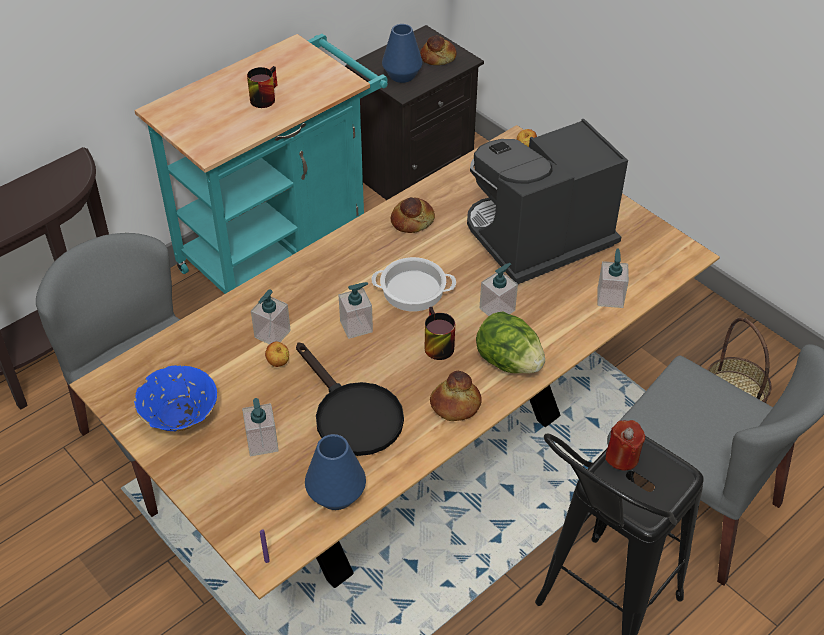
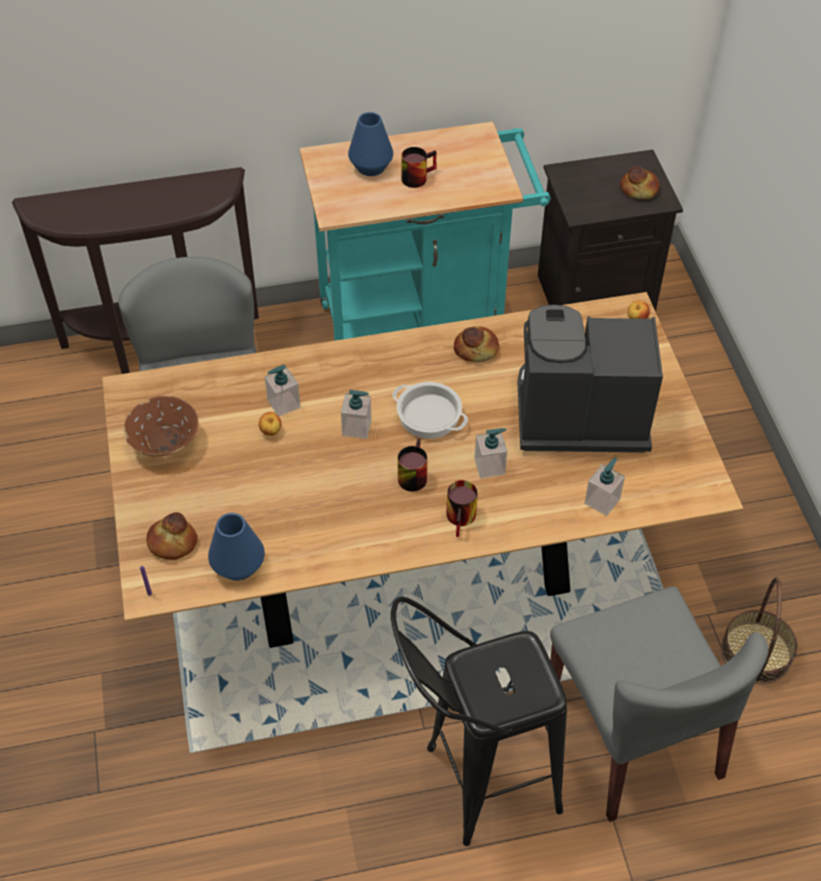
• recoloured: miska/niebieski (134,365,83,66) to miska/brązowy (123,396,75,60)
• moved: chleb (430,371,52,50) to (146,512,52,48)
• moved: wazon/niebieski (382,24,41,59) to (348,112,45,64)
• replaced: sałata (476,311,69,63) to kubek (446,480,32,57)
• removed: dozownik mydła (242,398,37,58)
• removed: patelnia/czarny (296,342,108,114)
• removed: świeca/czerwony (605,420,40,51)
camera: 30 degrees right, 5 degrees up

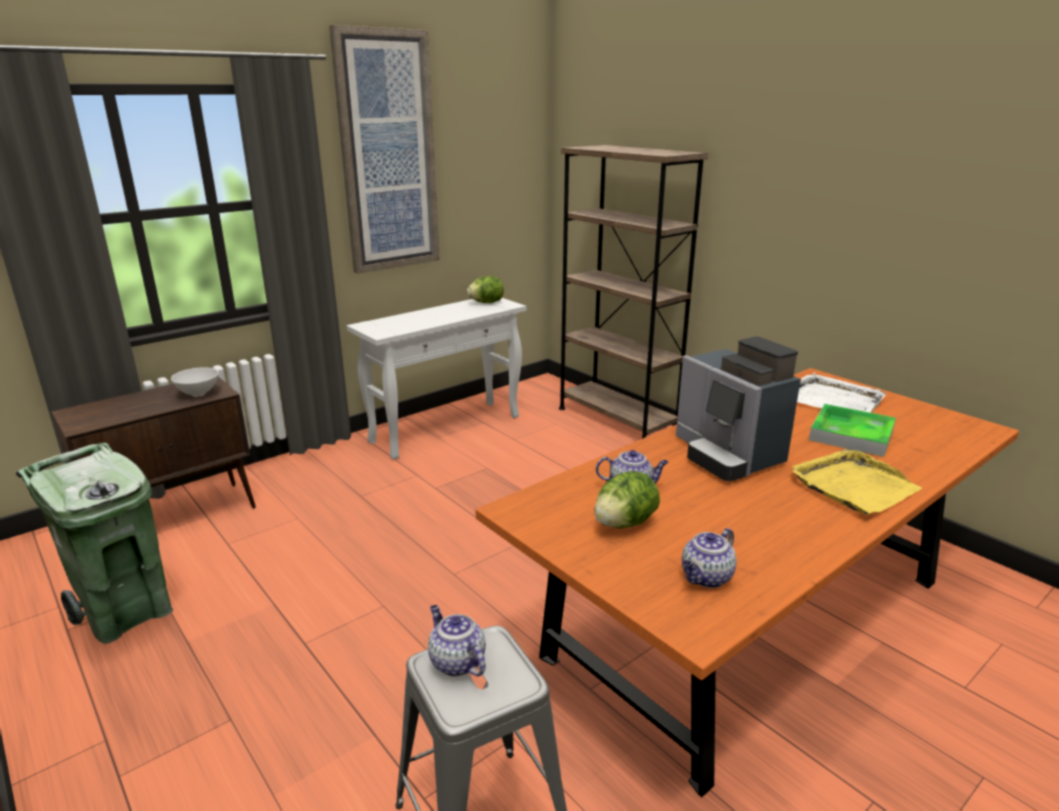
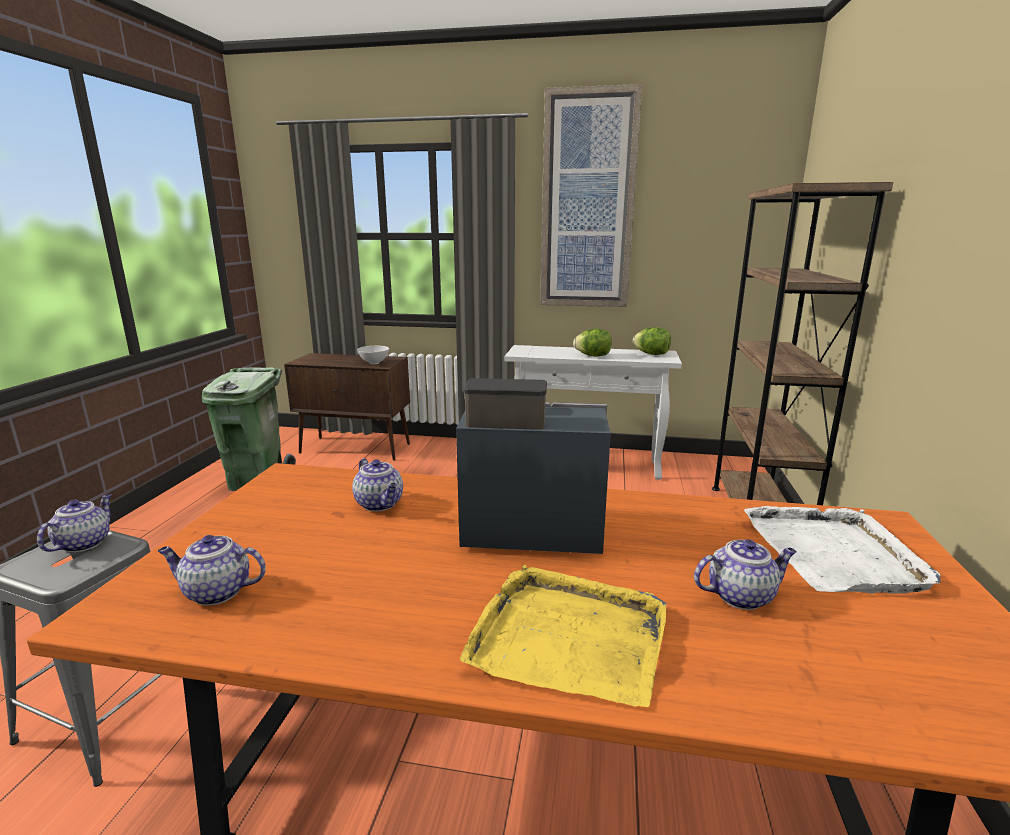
• turned: ekspres do kawy (676,336,125,145) = (456,378,155,176) 75 degrees clockwise
• moved: sałata (594,471,66,58) to (573,329,39,27)
• replaced: taca (809,404,87,53) to imbryk (694,539,103,71)
camera: 50 degrees right, 5 degrees down

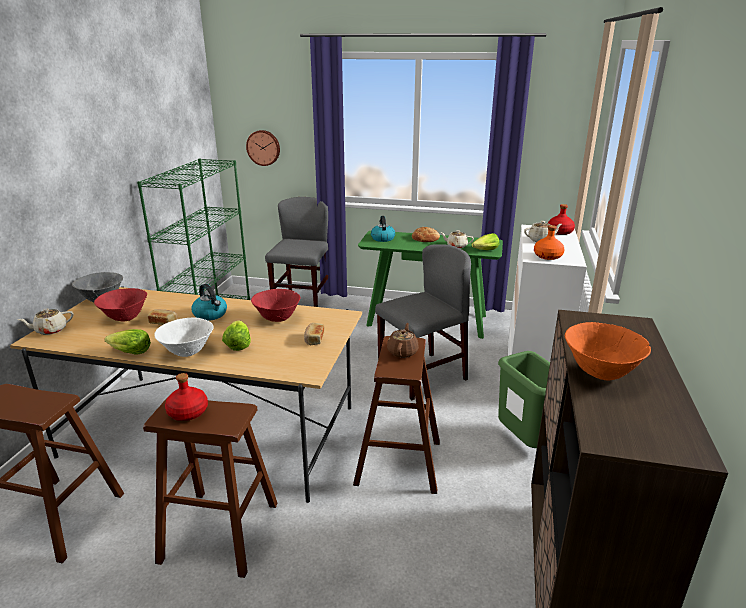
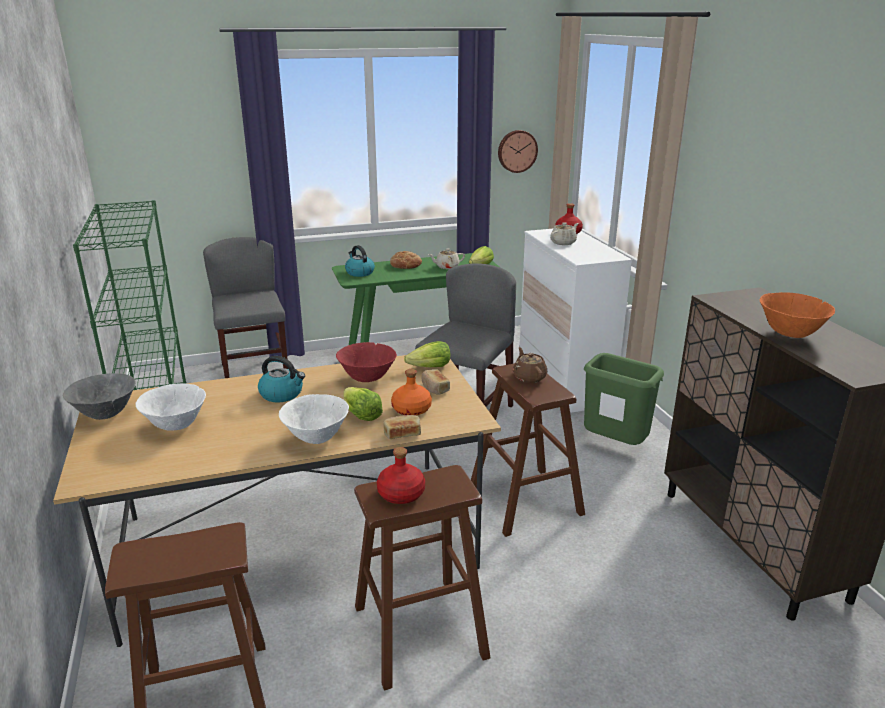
• recoloured: miska/czerwony (94,288,53,34) to miska/biały (135,383,71,47)
• moved: chleb (148,309,30,16) to (383,415,38,24)
• moved: butelka/pomarańczowy (534,225,31,35) to (391,369,41,47)
• moved: sałata (104,329,47,25) to (404,341,47,26)
• moved: zegar ścienny (246,130,34,36) to (498,130,40,43)
• removed: imbryk/beżowy (18,308,56,27)
camera: 30 degrees left, 0 degrees up

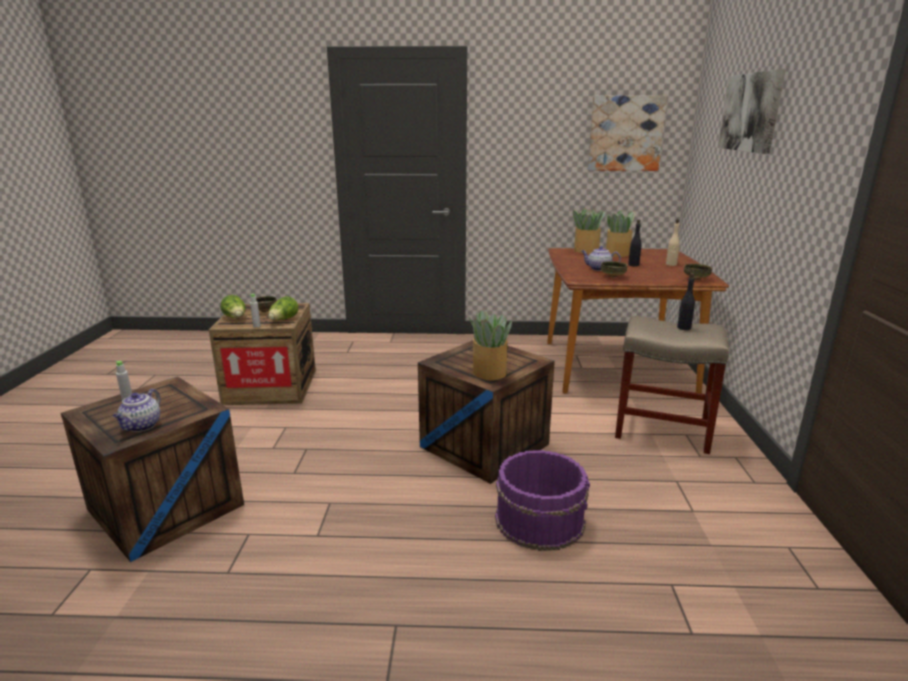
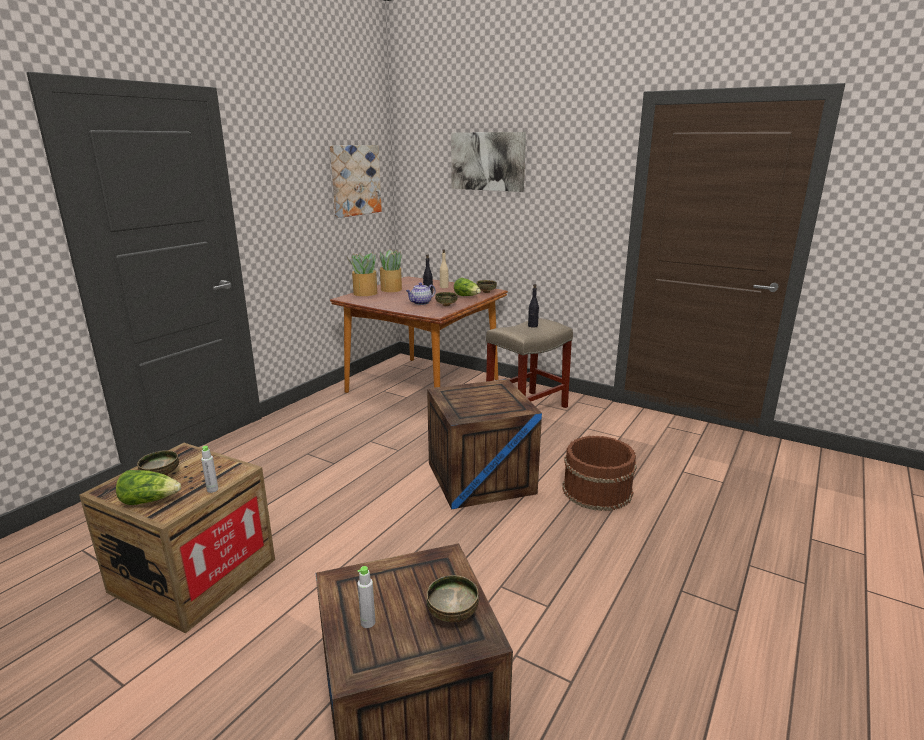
• replaced: imbryk (113,389,48,43) to miska (427,575,52,47)
• moved: sałata (268,296,30,24) to (454,278,27,18)
• recoloured: wiadro/fioletowy (495,450,95,101) to wiadro/brązowy (562,436,75,75)
• removed: roślina doniczkowa (468,309,44,71)
camera: 60 degrees left, 0 degrees up

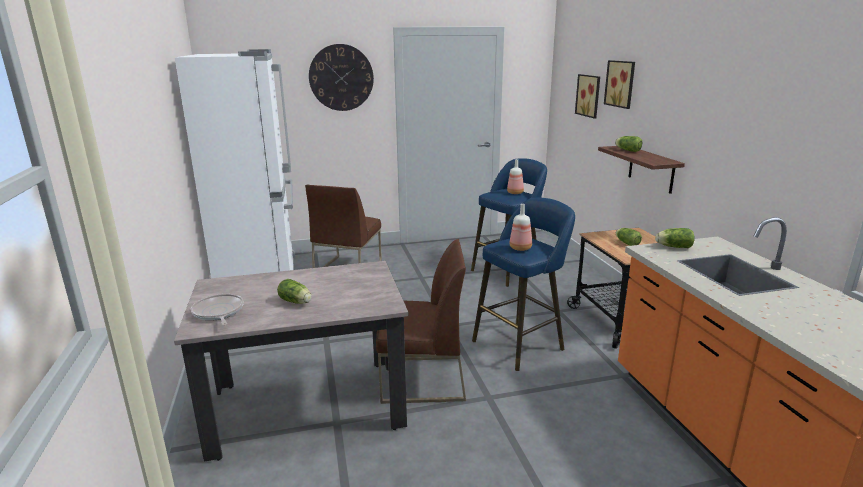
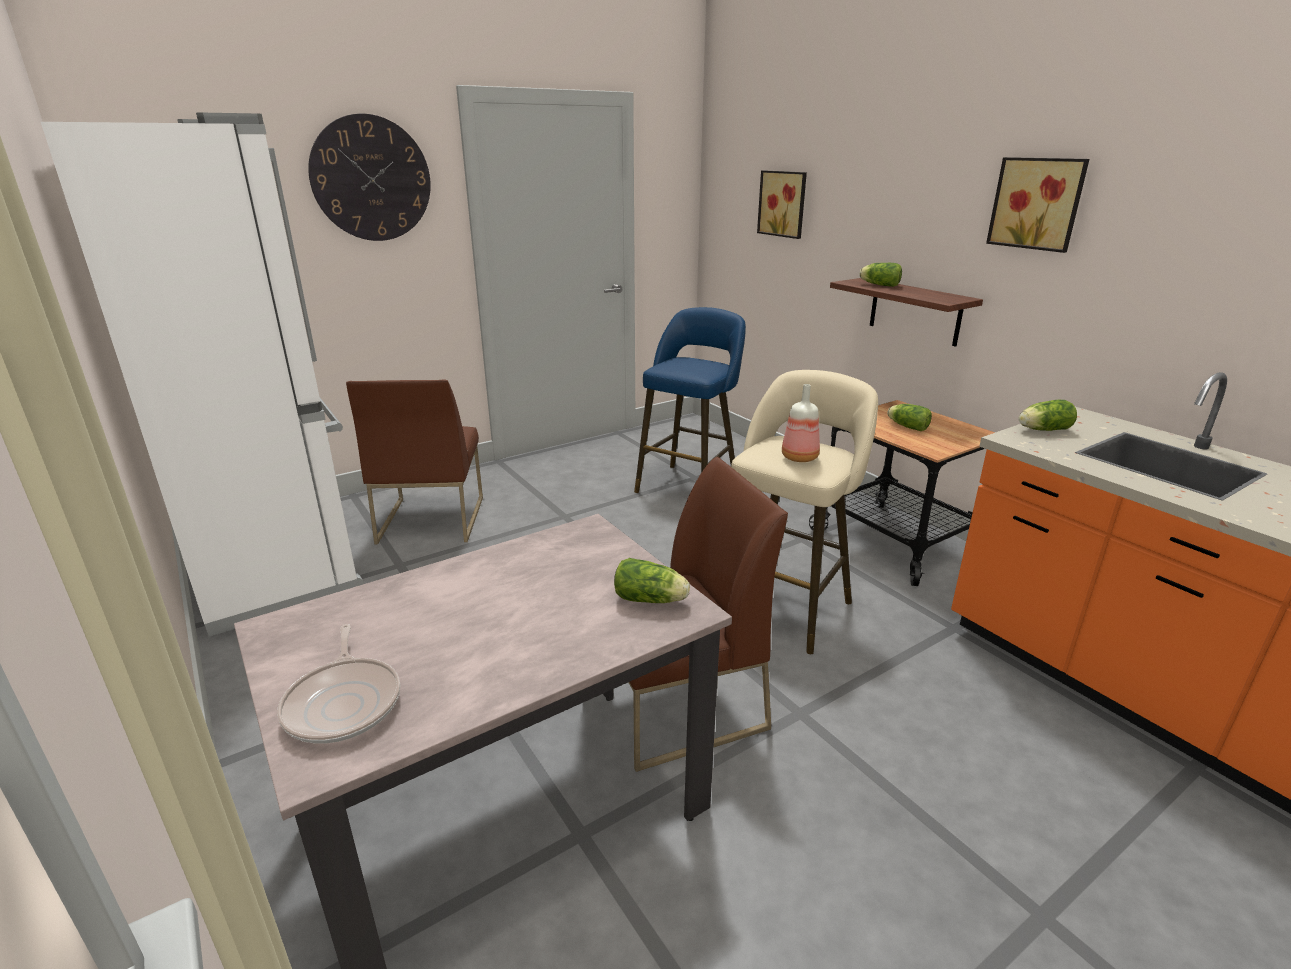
• turned: patelnia (191,294,53,31) = (277,624,123,120) 150 degrees counterclockwise
• moved: sałata (277,279,35,25) to (614,558,76,45)
• recoloured: stołek/niebieski (472,198,103,173) to stołek/beżowy (731,370,147,284)
• moved: obraz (604,60,31,49) to (986,157,103,96)
• removed: butelka (507,159,17,35)
camera: 20 degrees left, 5 degrees up

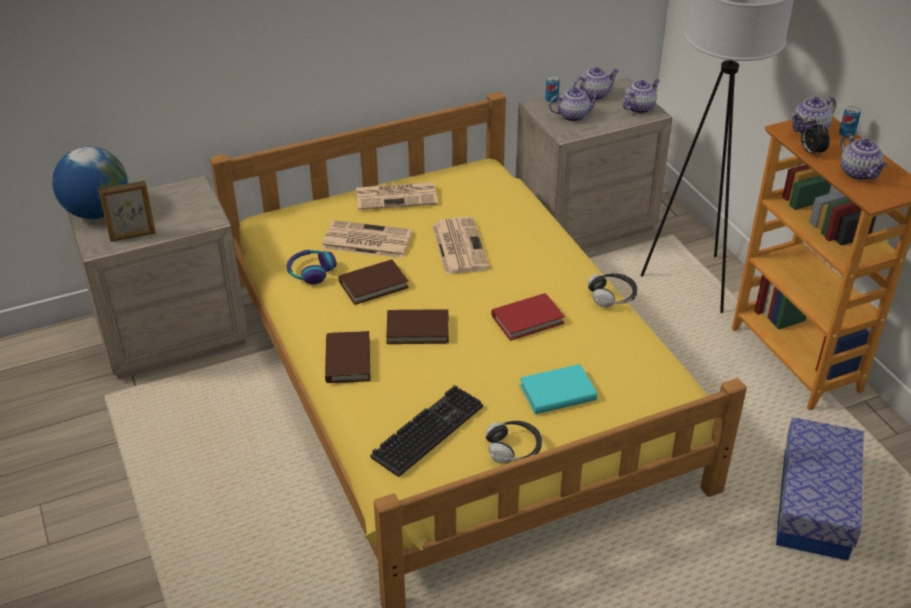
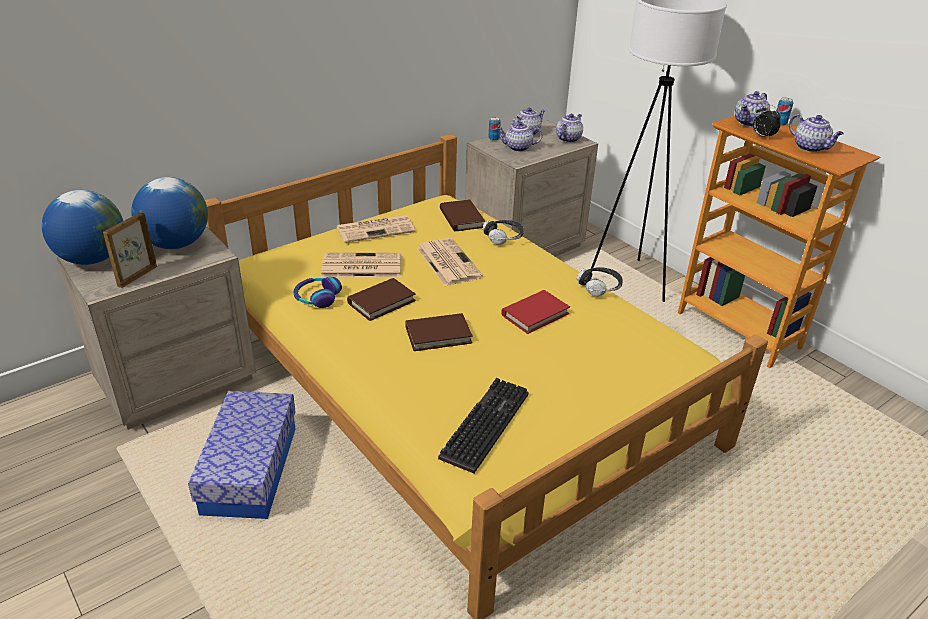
• turned: ramka na zdjęcie (98,181,58,61) = (103,212,54,76) 150 degrees clockwise
• added: globus (131,177,77,72)
• moved: pojemnik do przechowywania (776,417,88,144) to (188,391,108,128)
• moved: książka/brązowy (325,331,45,52) to (440,199,45,32)
• moved: słuchawki (485,421,57,43) to (482,220,42,25)
• turned: imbryk (549,88,51,33) = (497,122,46,30) 150 degrees counterclockwise
• removed: książka/turkusowy (520,364,77,50)
camera: 15 degrees left, 5 degrees down

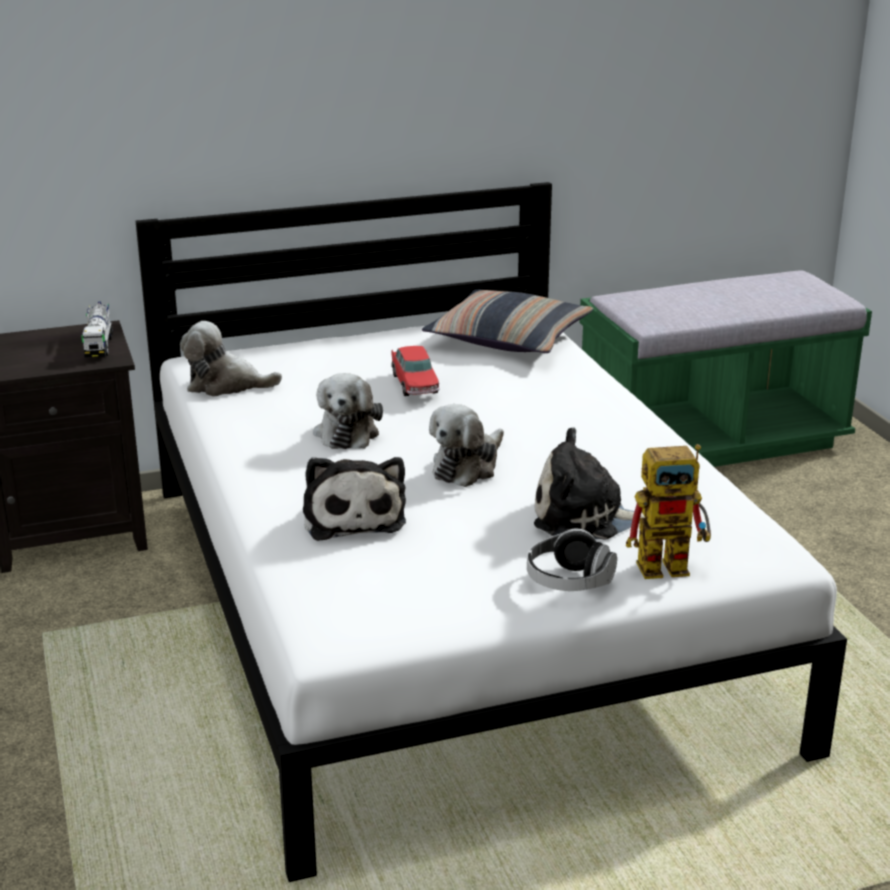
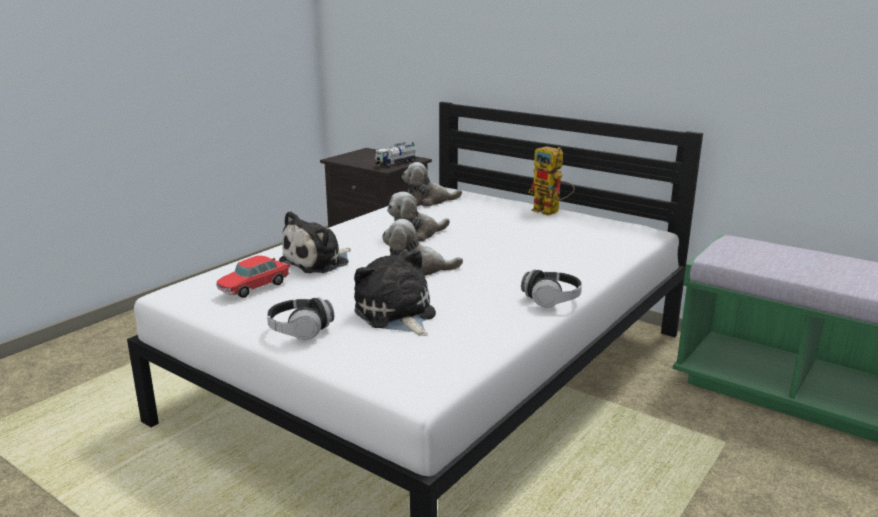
• moved: samochodzik (391,346,49,50) to (216,255,74,43)
• turned: pluszak (180,321,102,75) = (402,162,60,44) 75 degrees counterclockwise
• added: słuchawki (521,269,61,38)
• moved: robot zabawkowy (626,444,85,135) to (528,146,47,70)
• removed: poduszka (422,289,171,64)
camera: 55 degrees right, 5 degrees down

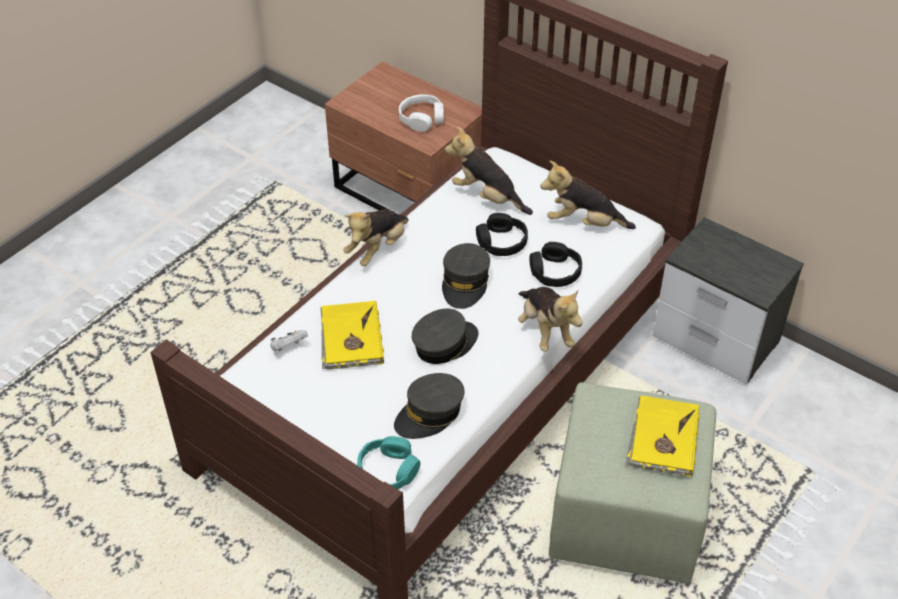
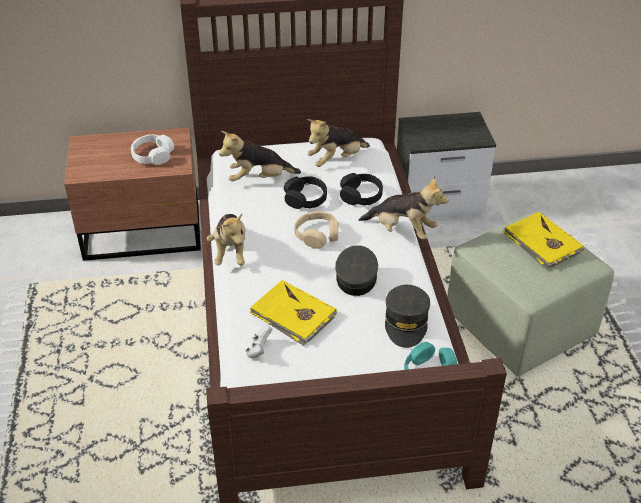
• replaced: czapka z daszkiem/szary (442,243,48,66) to słuchawki/beżowy (295,211,43,38)
camera: 45 degrees left, 5 degrees down

